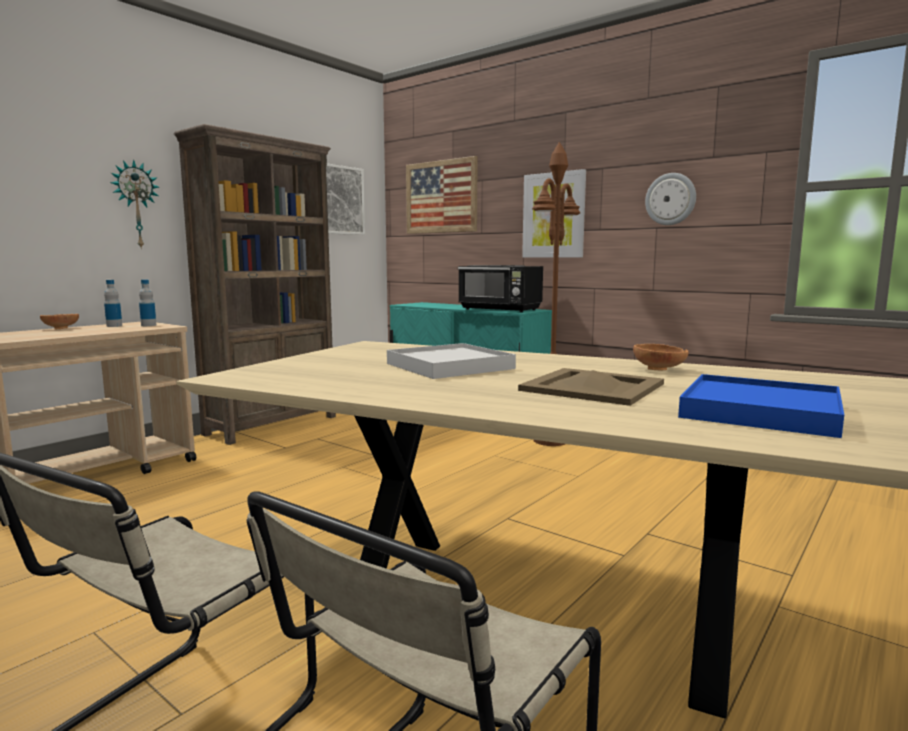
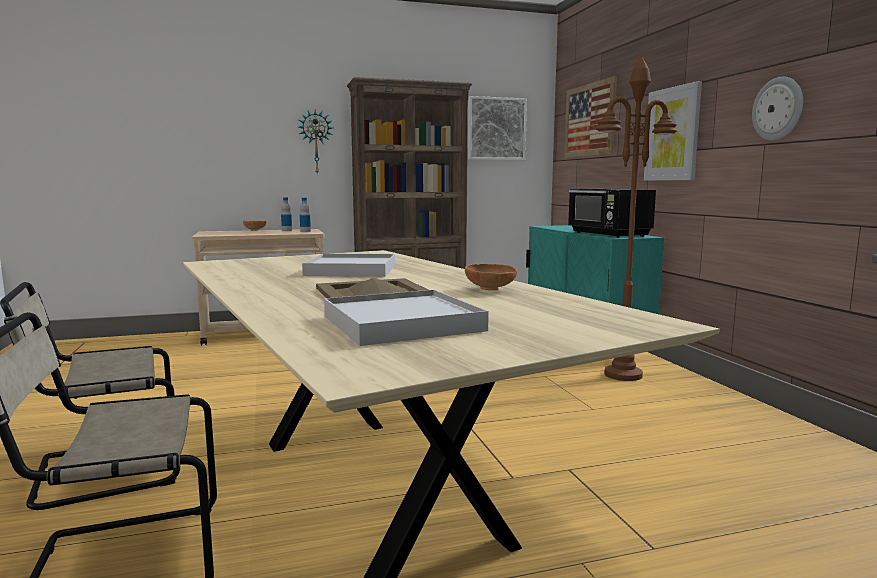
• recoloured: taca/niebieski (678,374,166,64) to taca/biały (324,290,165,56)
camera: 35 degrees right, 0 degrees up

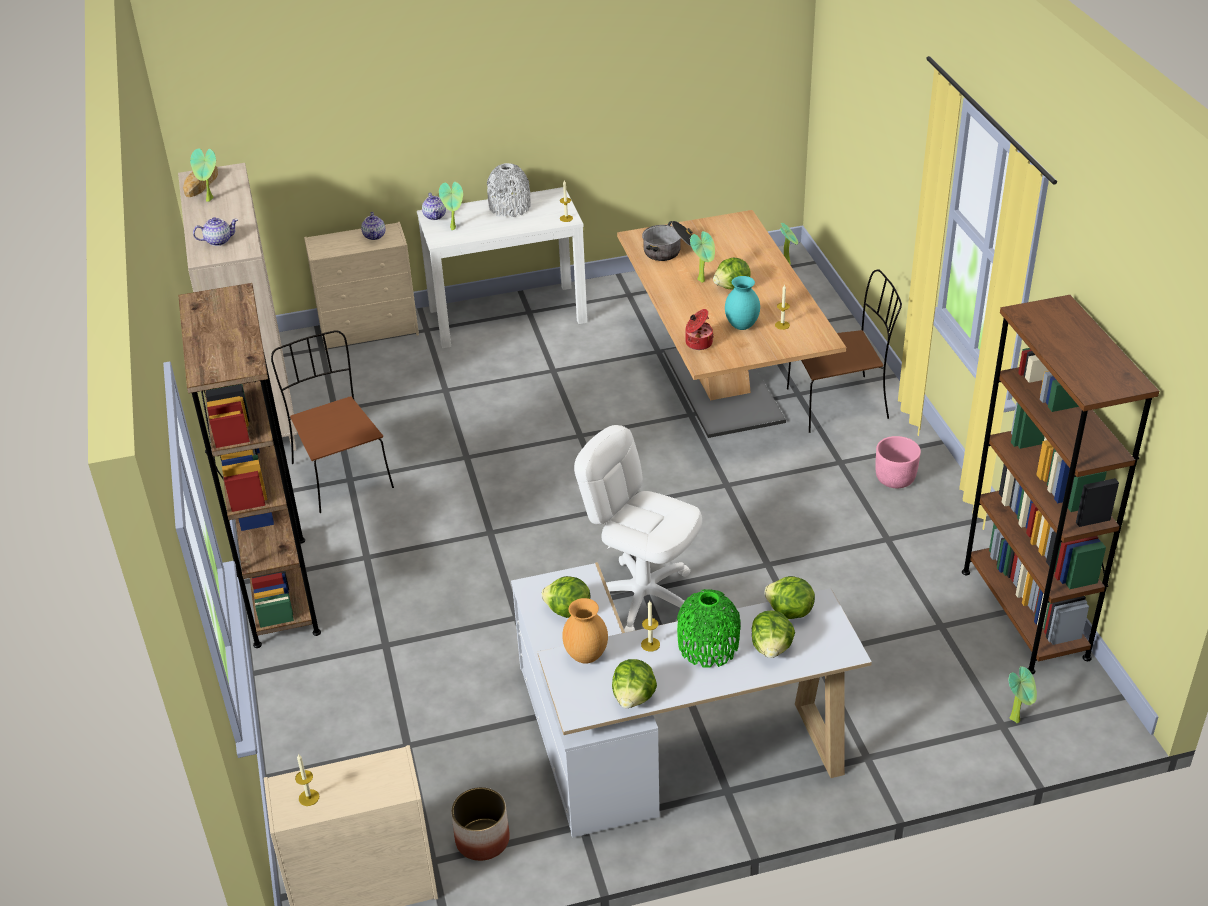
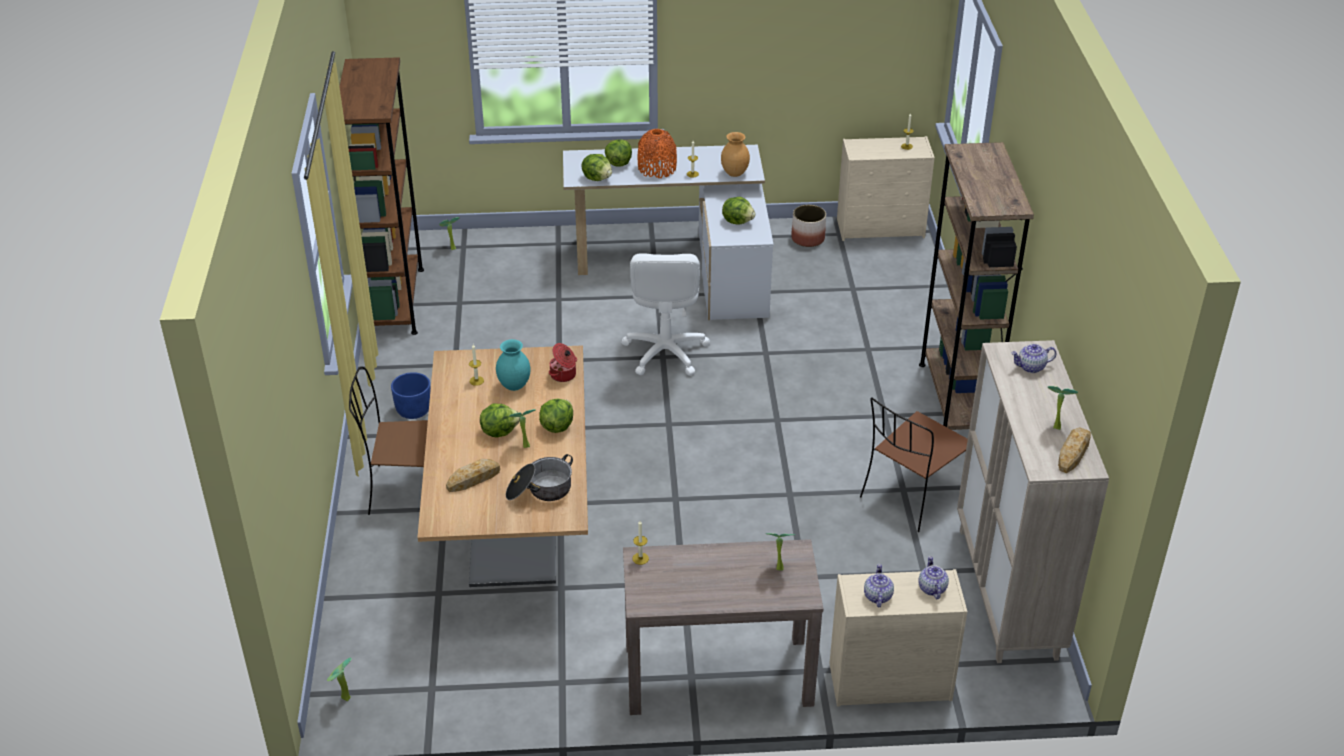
• recoloured: donica/różowy (875,436,46,52) to donica/niebieski (391,372,40,47)
• added: chleb (446,459,54,33)
• moved: sałata (612,659,45,49) to (539,399,34,34)
• turned: krzesło biurowe/biały (574,425,128,208) = (621,253,89,122) 45 degrees clockwise
• recoloured: stolik konsolowy/biały (417,187,170,161) to stolik konsolowy/brązowy (623,539,200,176)
• recoloured: wazon/zielony (677,589,64,79) to wazon/pomarańczowy (638,129,39,49)
• turned: krzesło/brązowy (271,330,123,183) = (860,397,108,135) 60 degrees clockwise
• moved: imbryk (422,192,24,28) to (918,556,31,43)
• removed: wazon/szary (487,163,44,54)
camera: 170 degrees left, 0 degrees up

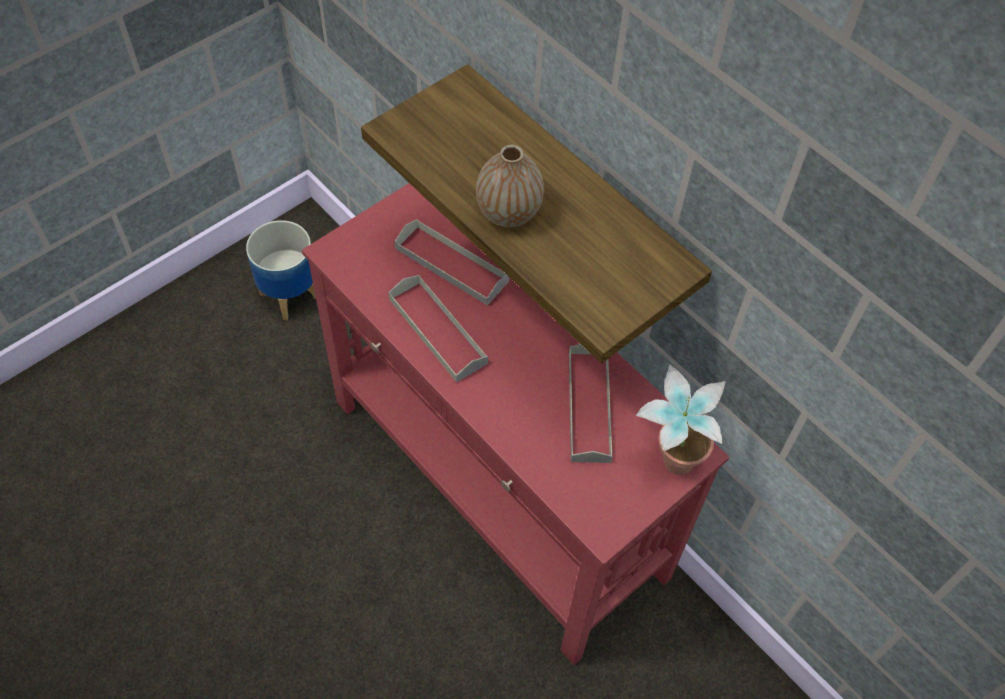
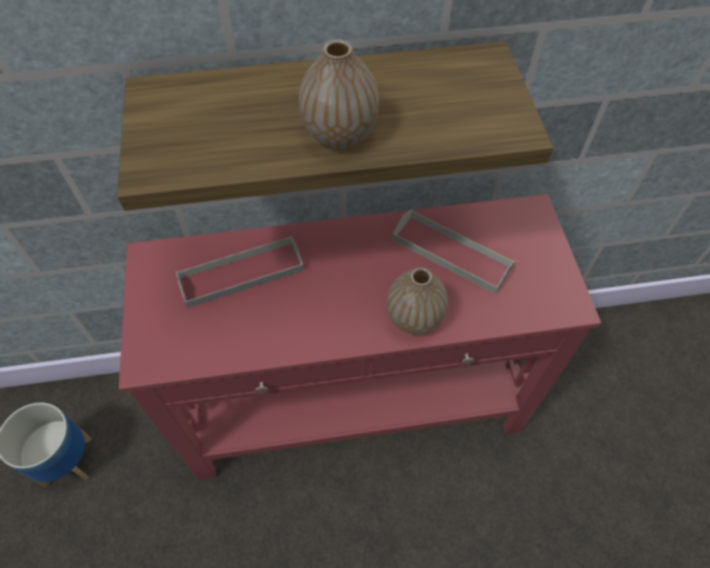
• added: wazon (387,267,61,68)
• removed: taca/szary (388,275,100,107)
• removed: roślina doniczkowa (636,364,89,111)
camera: 55 degrees left, 0 degrees up

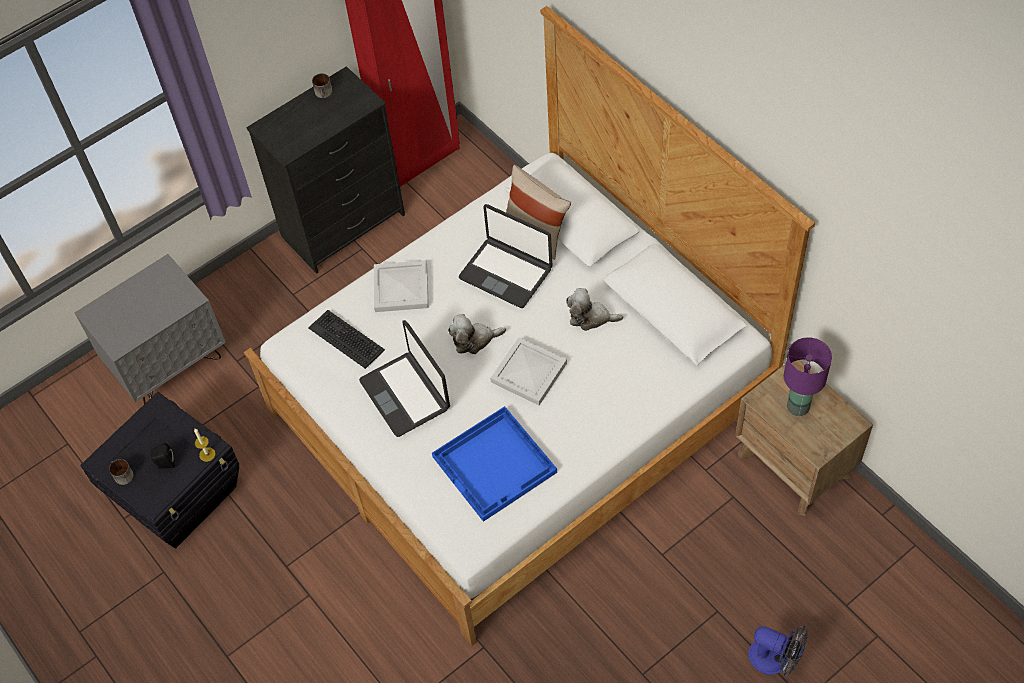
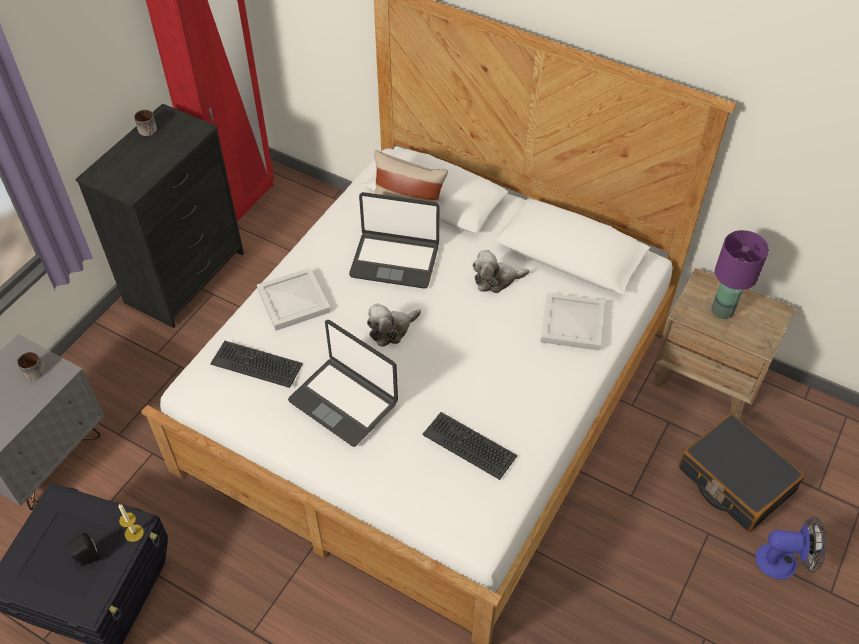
• moved: kubek (109,459,25,26) to (17,352,28,28)
• replaced: taca/niebieski (432,406,125,116) to klawiatura (422,412,95,68)
• moved: taca/biały (490,337,77,68) to (540,292,65,59)
• added: walizka/czarny (678,413,126,119)
camera: 25 degrees left, 5 degrees down

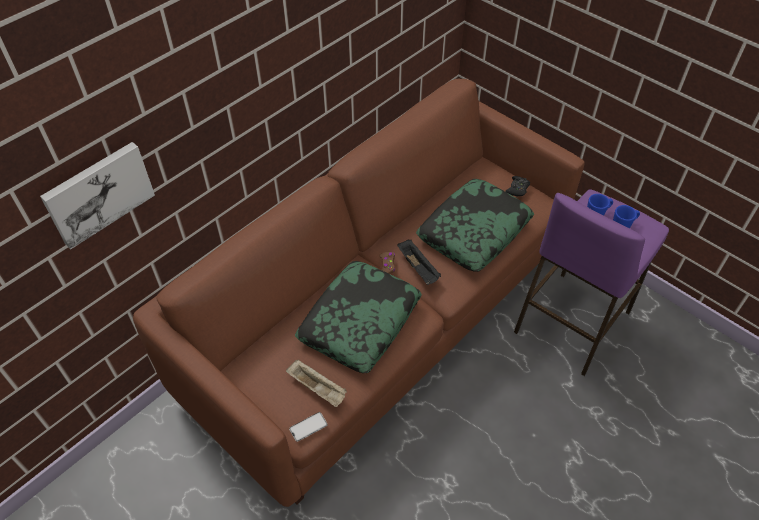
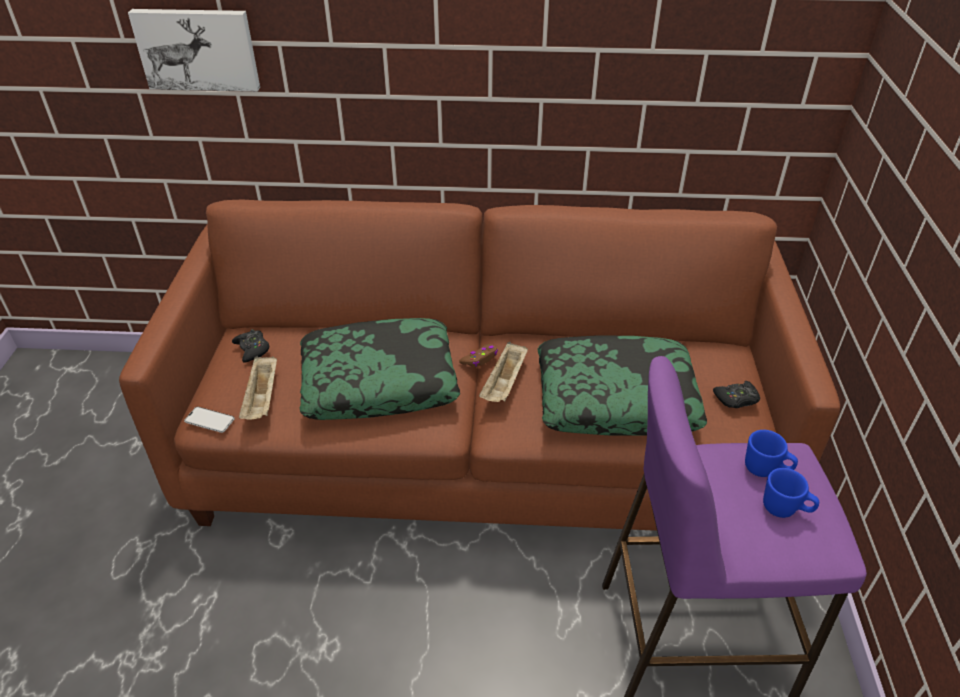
• added: pad do gier/czarny (232,329,37,34)
• recoloured: taca/czarny (397,240,44,45) to taca/beżowy (479,342,49,60)
camera: 50 degrees right, 10 degrees down

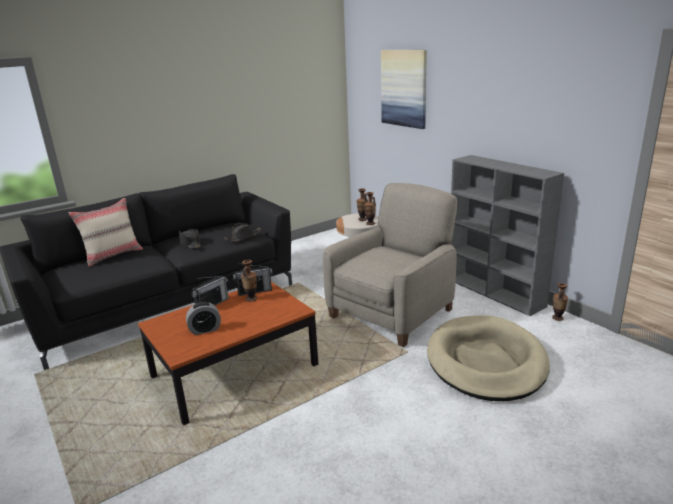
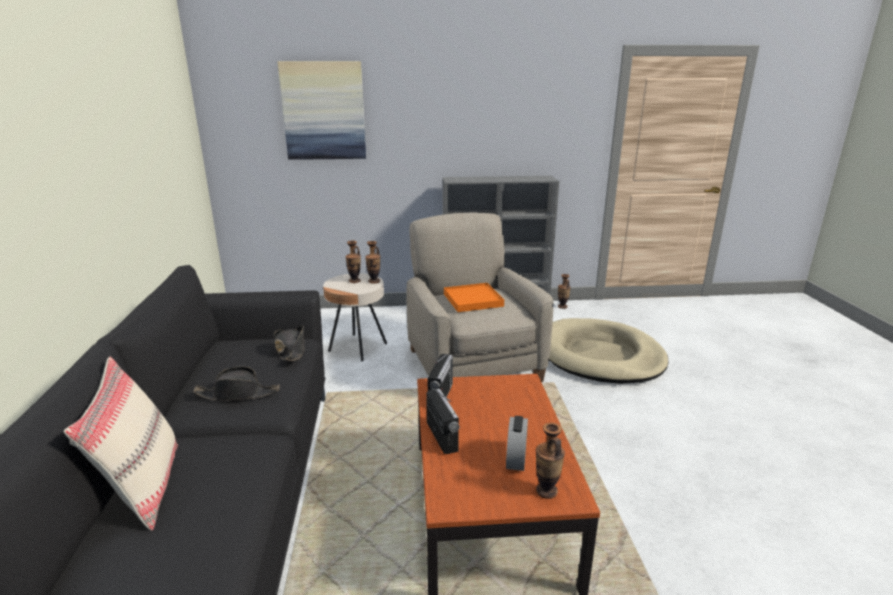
• added: taca/pomarańczowy (444,283,60,29)
• moved: wazon (241,260,16,42) to (536,422,29,77)
camera: 60 degrees left, 0 degrees up

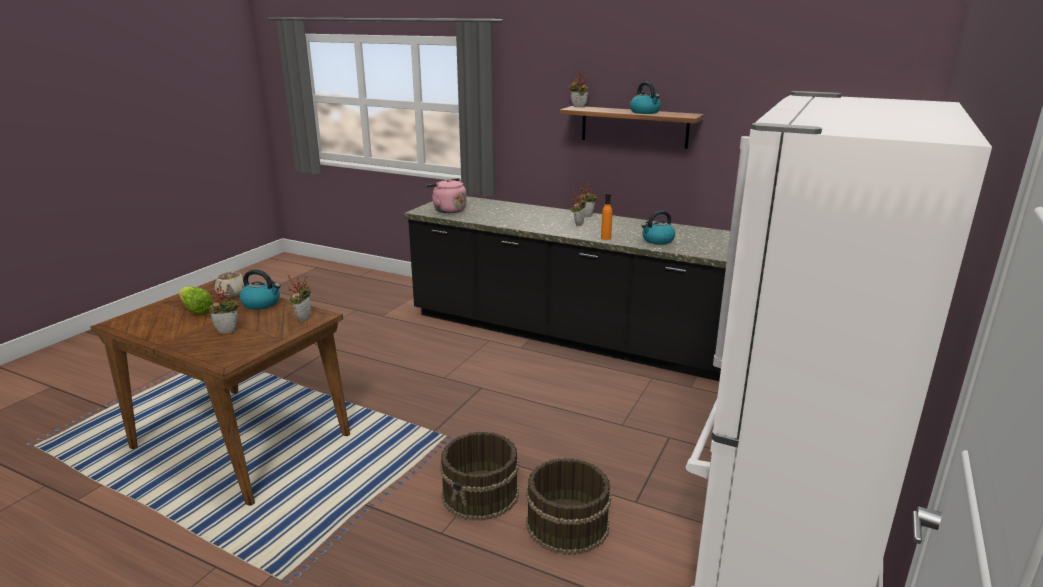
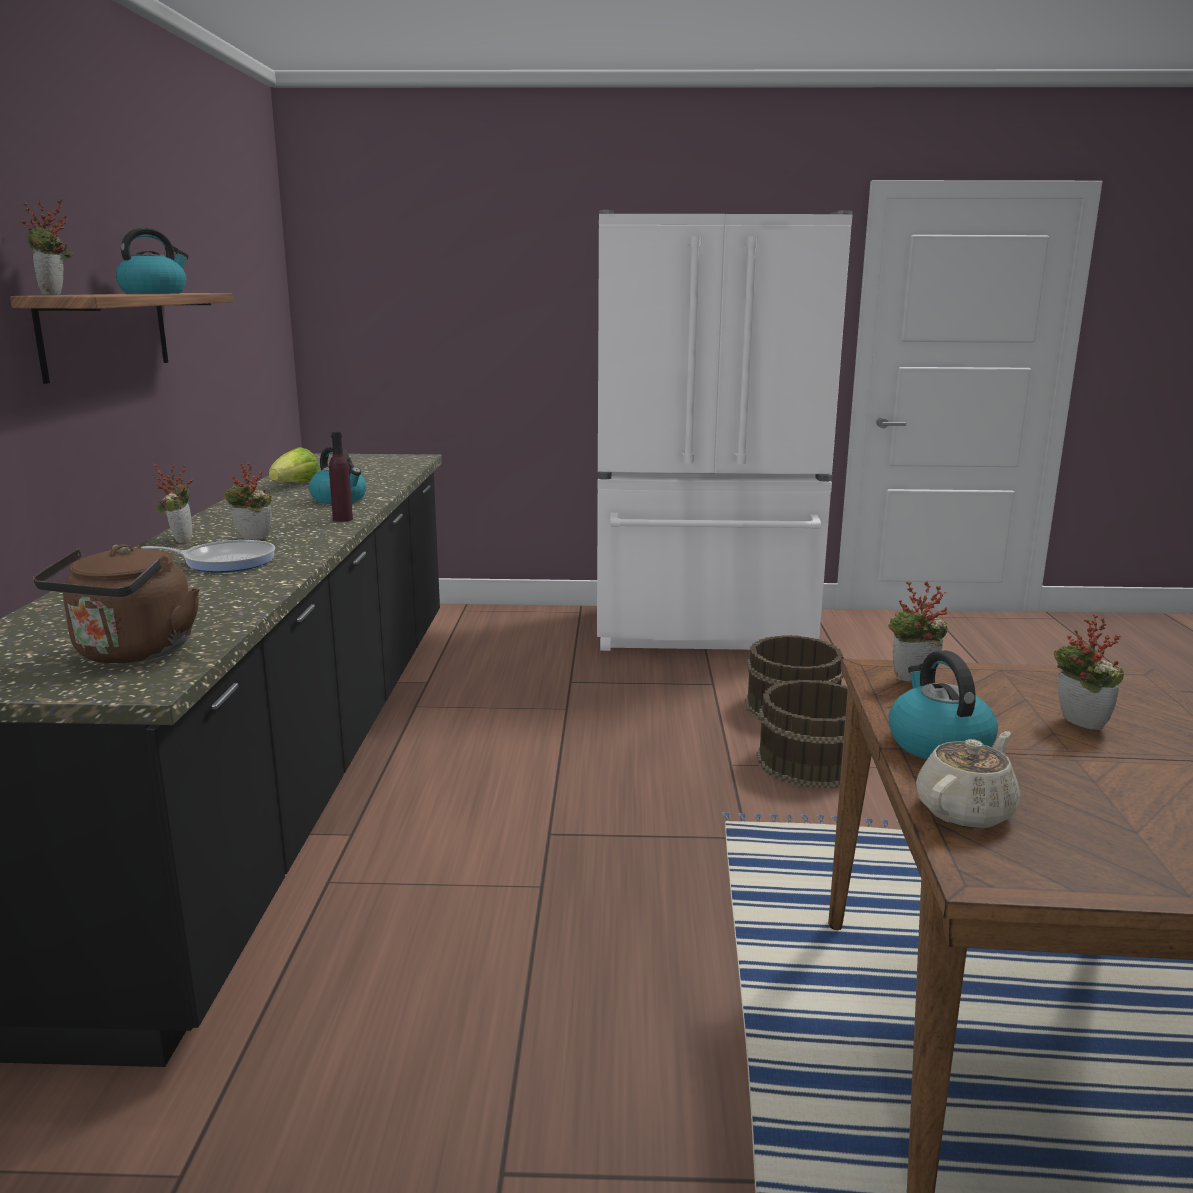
• recoloured: czajnik/różowy (426,178,41,35) to czajnik/brązowy (33,544,167,120)
• added: patelnia (141,540,134,32)
• moved: sałata (179,286,34,29) to (269,447,50,36)
• recoloured: butelka/pomarańczowy (601,193,11,47) to butelka/fioletowy (329,431,24,91)
camera: 115 degrees left, 5 degrees down

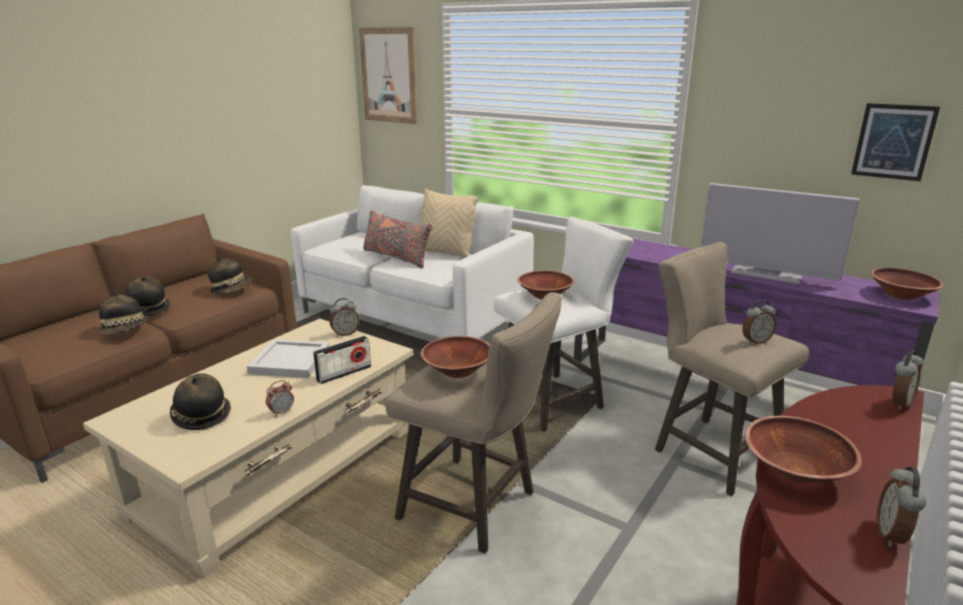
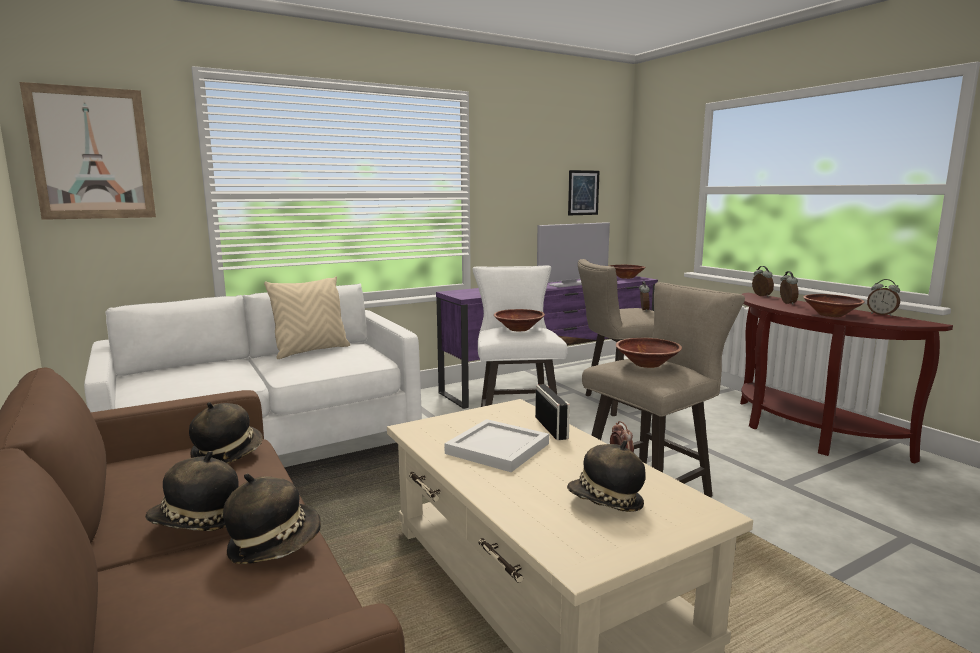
• moved: budzik (329,298,31,38) to (780,271,19,34)
• removed: poduszka/szary (363,210,69,59)
camera: 65 degrees left, 10 degrees down

